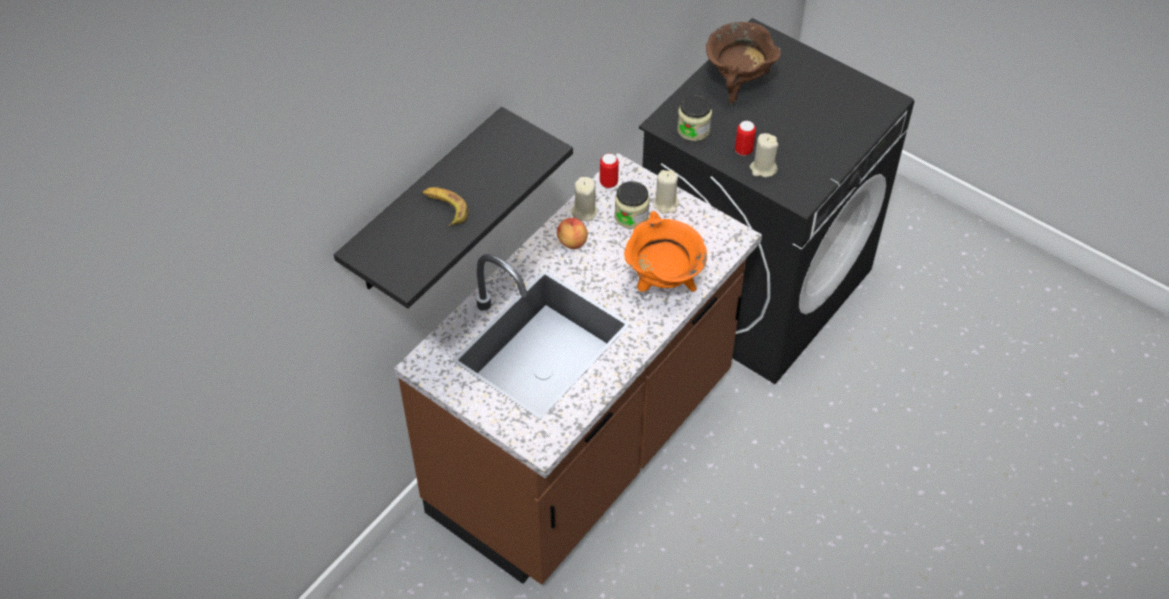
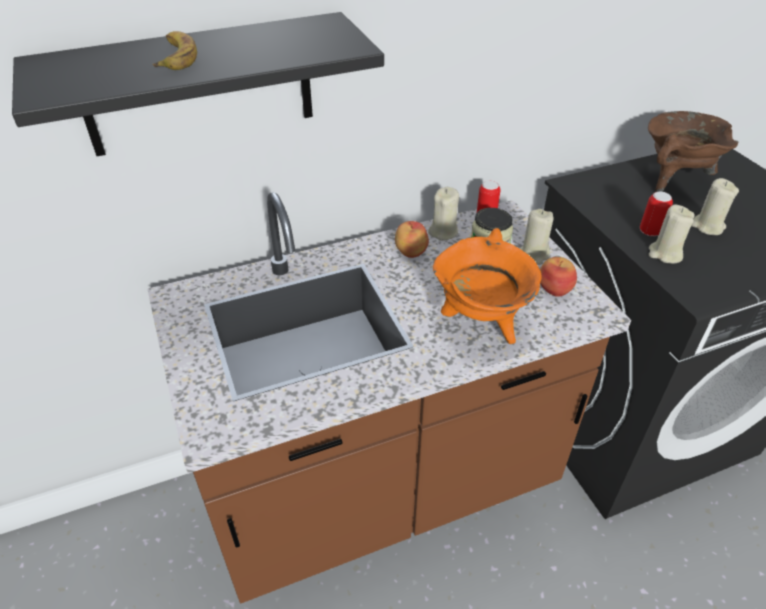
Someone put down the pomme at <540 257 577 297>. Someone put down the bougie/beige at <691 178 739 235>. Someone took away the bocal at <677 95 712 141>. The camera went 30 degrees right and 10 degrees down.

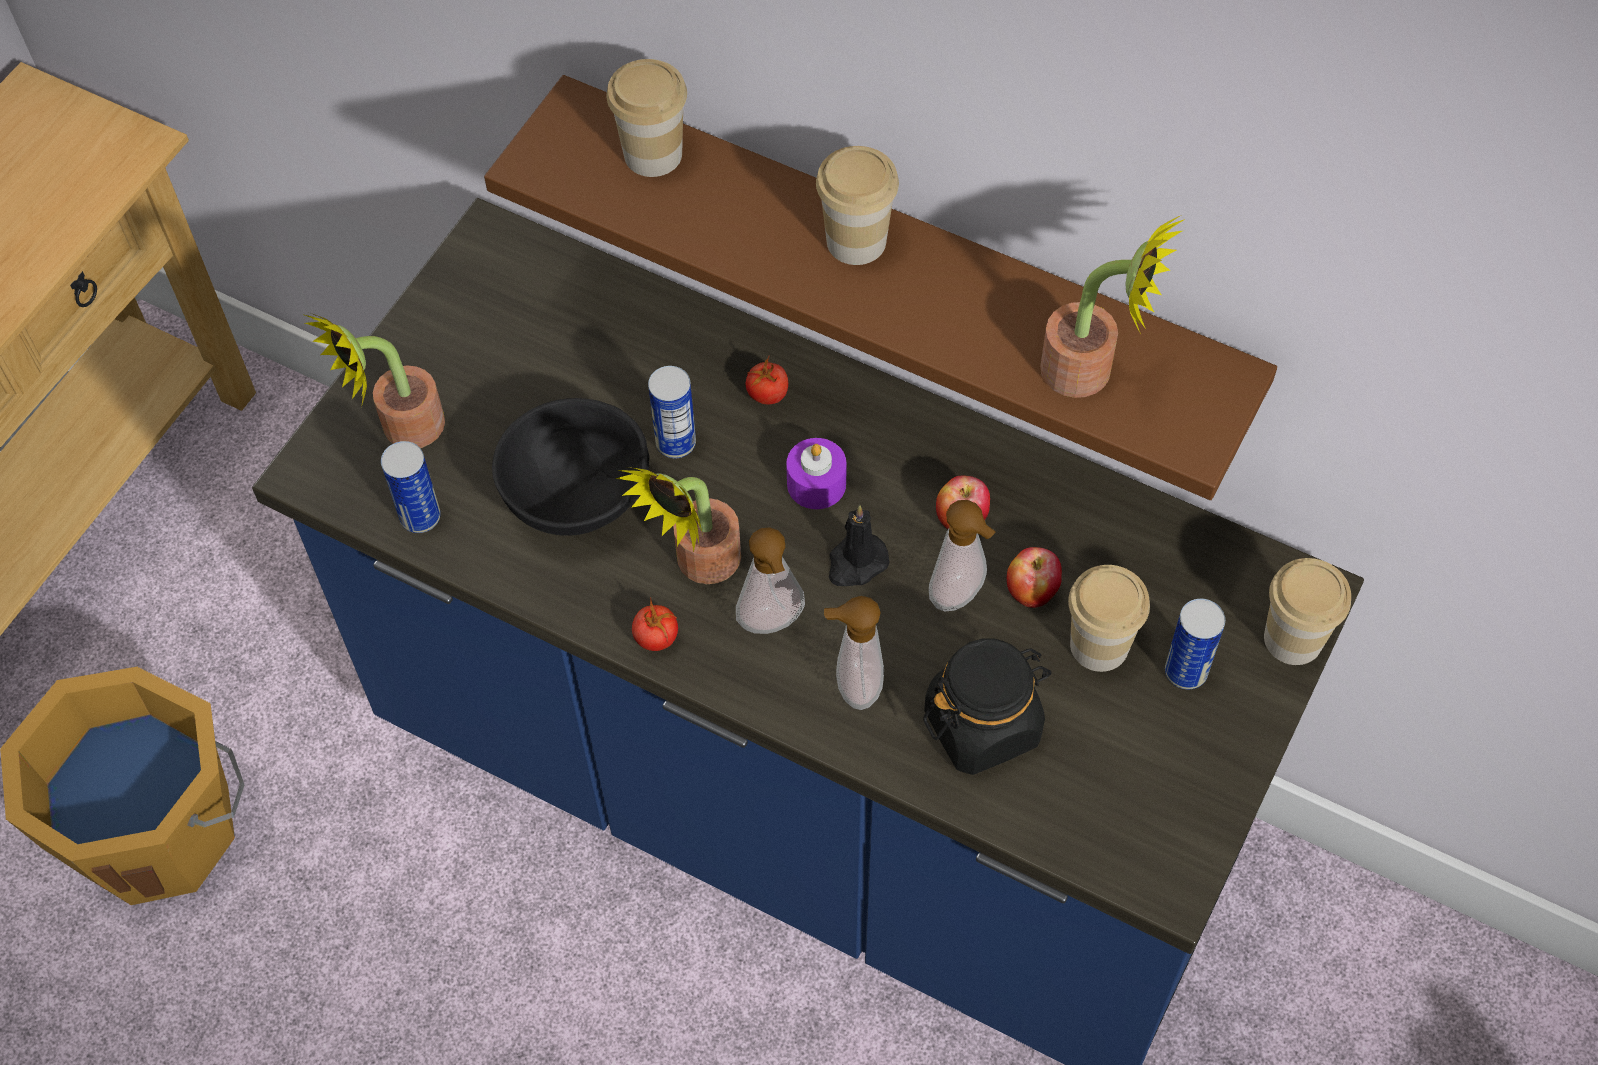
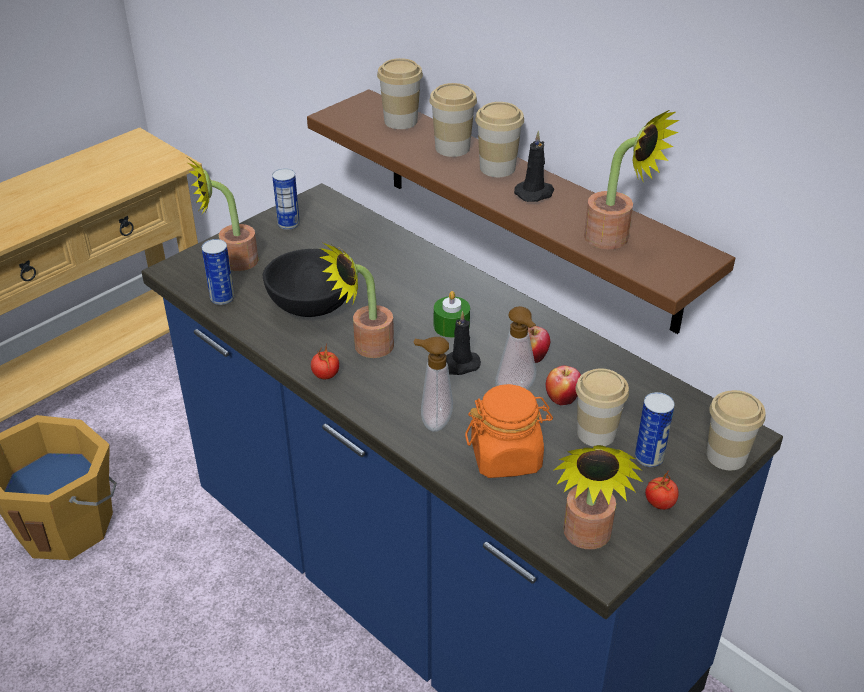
Someone carried the boîte métallique from <648 366 696 458> to <272 169 300 230>. Someone put down the tasse at <429 83 477 157>. Someone repainted the bougie/violet at <786 438 847 509>, which became the bougie/vert at <434 291 470 338>. Someone repainted the bocal/noir at <923 639 1052 775>, which became the bocal/orange at <465 384 553 478>. Someone put down the bougie/noir at <514 131 554 202>. Someone put down the plante en pot at <554 445 644 549>. Someone carried the tomate from <746 357 788 404> to <645 470 679 510>. Someone took away the distributeur de savon at <736 527 805 634>. The camera went 15 degrees right and 20 degrees down.

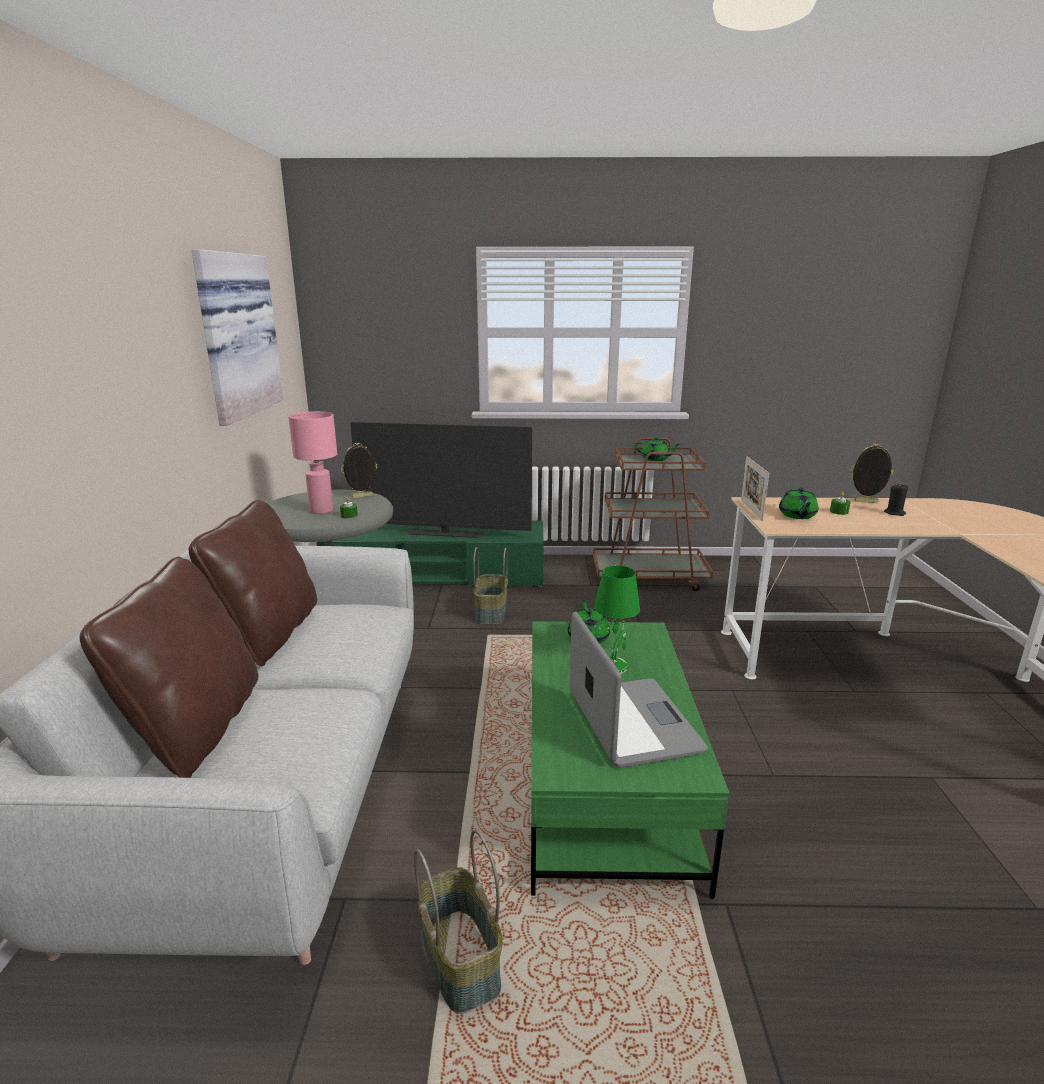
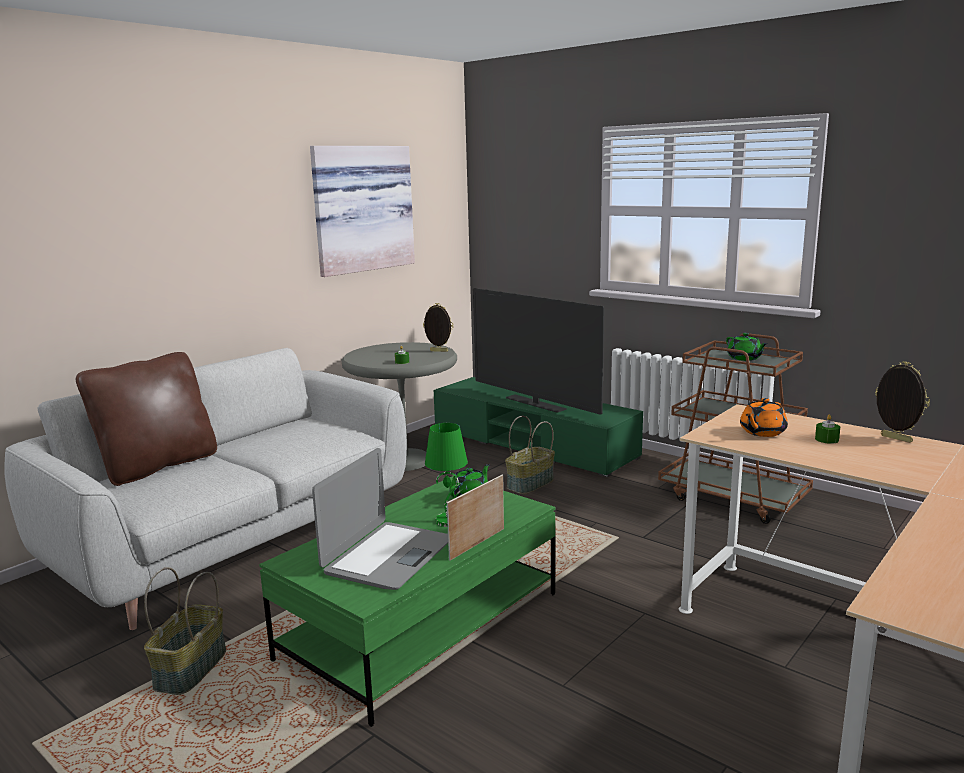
Someone carried the cadre photo from <741 456 769 521> to <447 475 504 561>. Someone repainted the théière/vert at <779 487 818 519>, which became the théière/orange at <740 398 788 437>. Someone took away the coussin/marron at <189 500 317 666>. Someone took away the lampe de table/rose at <288 411 337 514>. Someone took away the bougie/noir at <884 483 908 516>. The camera went 40 degrees right and 5 degrees down.

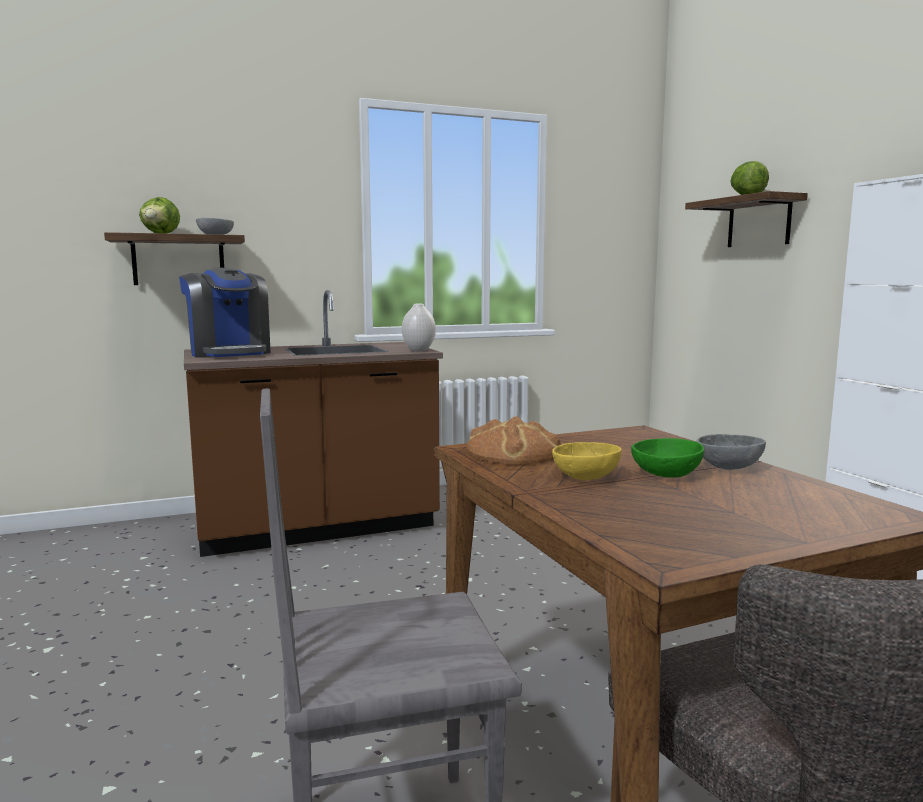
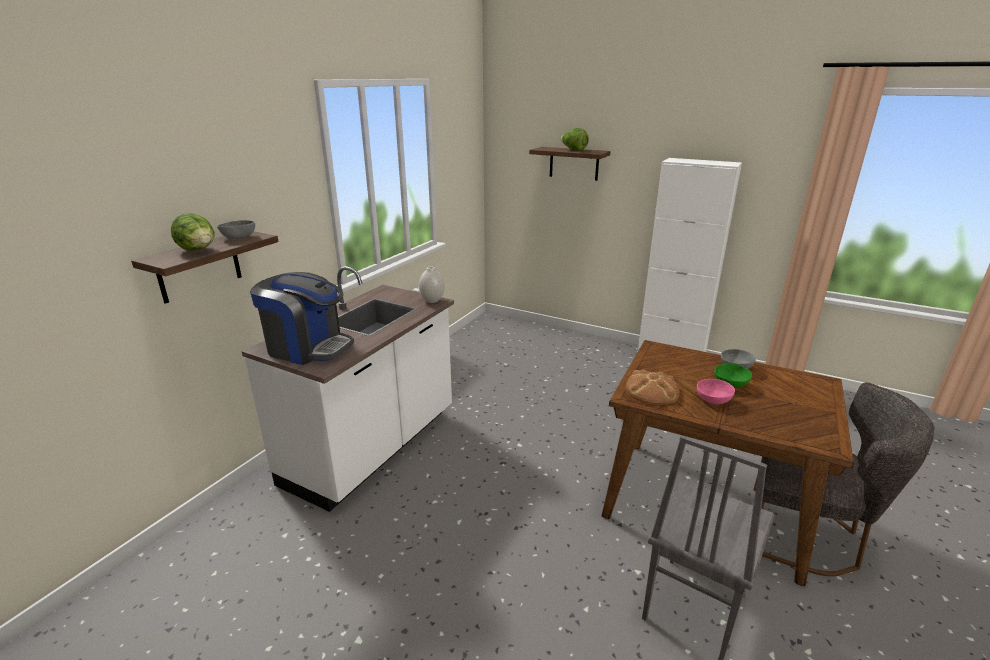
Someone repainted the comptoir de cuisine/marron at <184 290 443 557>, which became the comptoir de cuisine/blanc at <242 266 454 512>. Someone repainted the bol/jaune at <552 442 622 480>, which became the bol/rose at <697 379 735 405>. The camera went 40 degrees left and 15 degrees up.

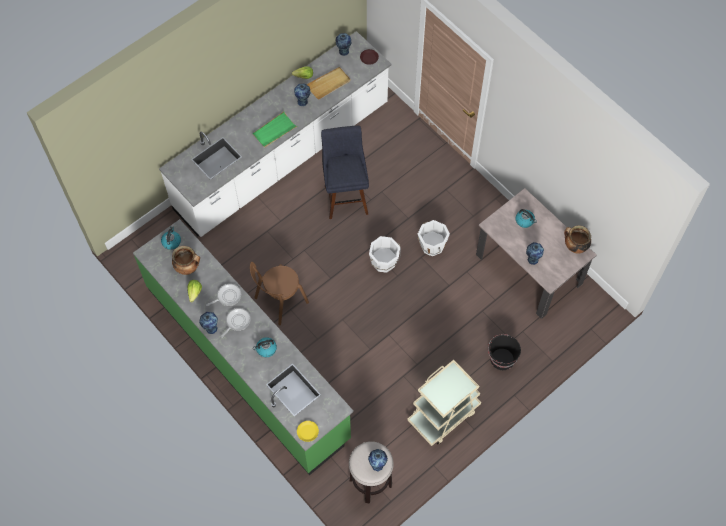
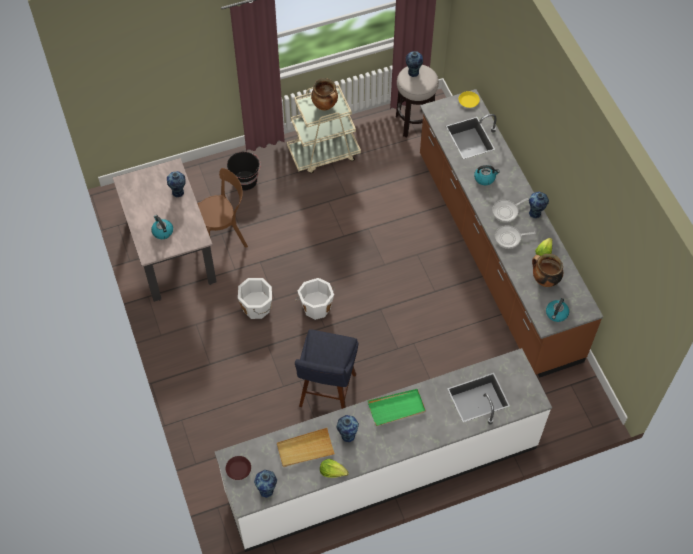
Someone carried the chaise/marron from <250 262 309 326> to <197 168 248 248>. Someone carried the marmite from <564 225 591 254> to <311 78 338 111>. Someone repainted the comptoir de cuisine/vert at <133 219 354 475>, which became the comptoir de cuisine/marron at <420 89 603 377>. The camera went 160 degrees left and 5 degrees down.

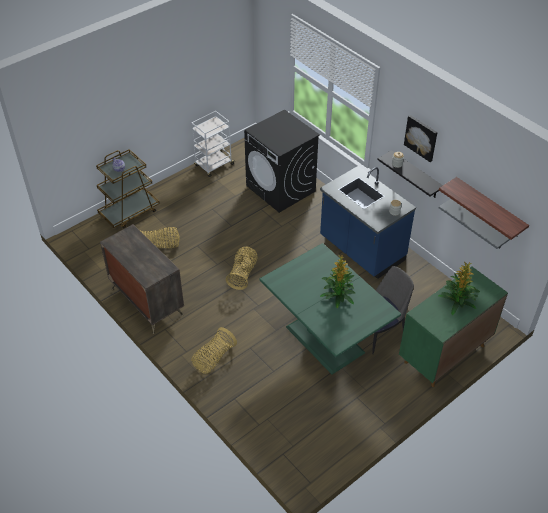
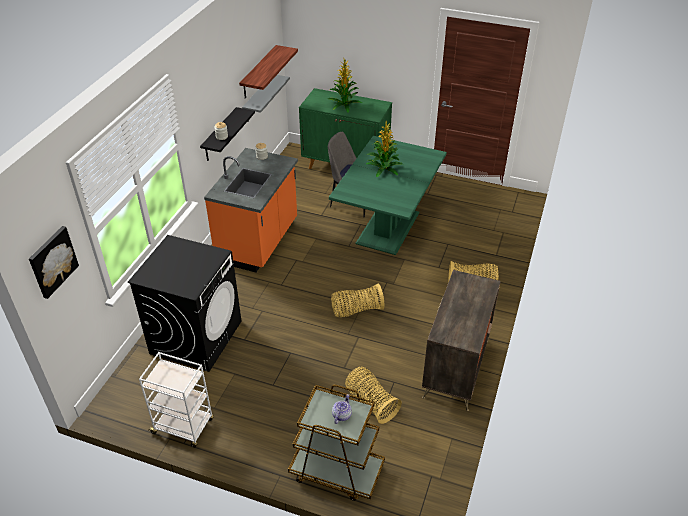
Someone carried the tableau from <404 115 438 162> to <29 226 79 299>. Someone repainted the comptoir de cuisine/bleu at <320 166 416 279>, which became the comptoir de cuisine/orange at <204 148 298 273>. The camera went 120 degrees left and 5 degrees down.

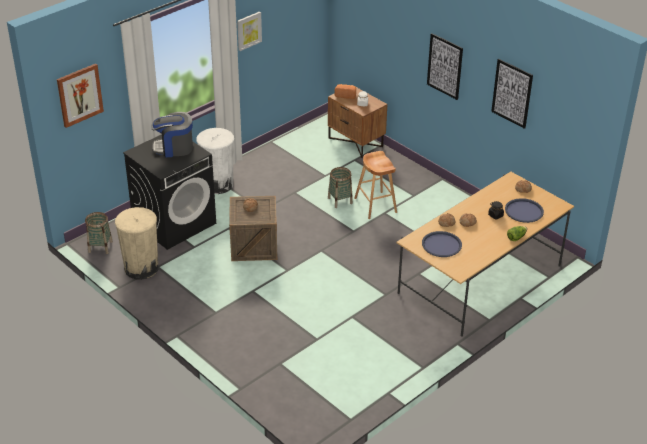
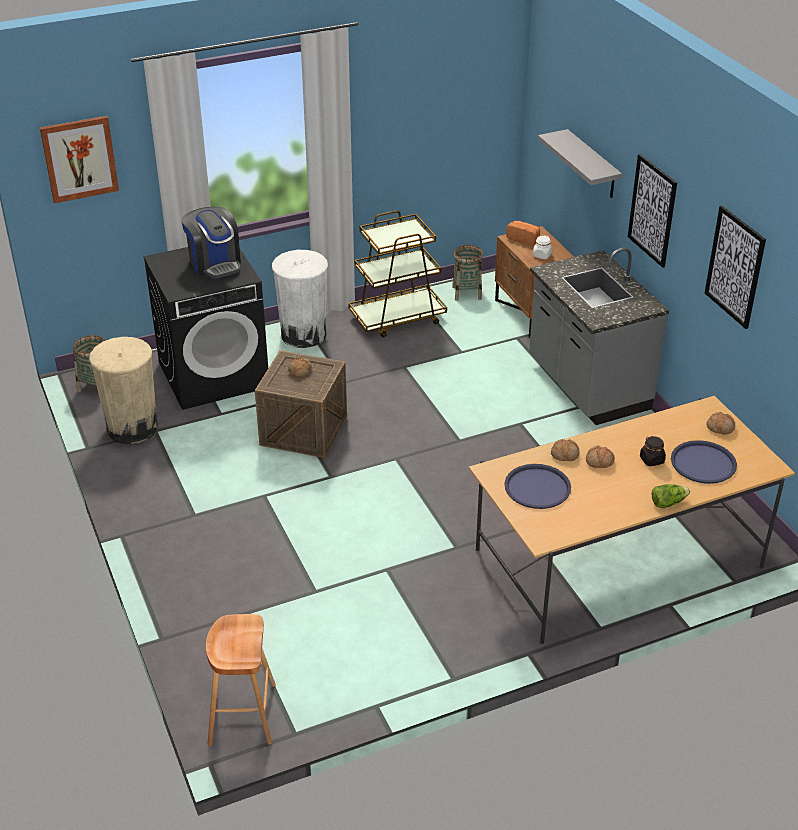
Someone rotated the machine à café at <151 112 193 157> by 135 degrees counterclockwise. Someone carried the tabouret/marron from <354 151 397 219> to <206 614 276 746>. Someone put down the chariot/marron at <348 211 447 338>. Someone carried the panier from <328 167 353 208> to <452 245 483 301>. Someone put down the comptoir de cuisine/gris at <529 248 669 425>. Someone put up the étagère/gris at <538 129 622 198>. Someone took away the tableau at <237 11 262 51>. The camera went 20 degrees right and 0 degrees up.

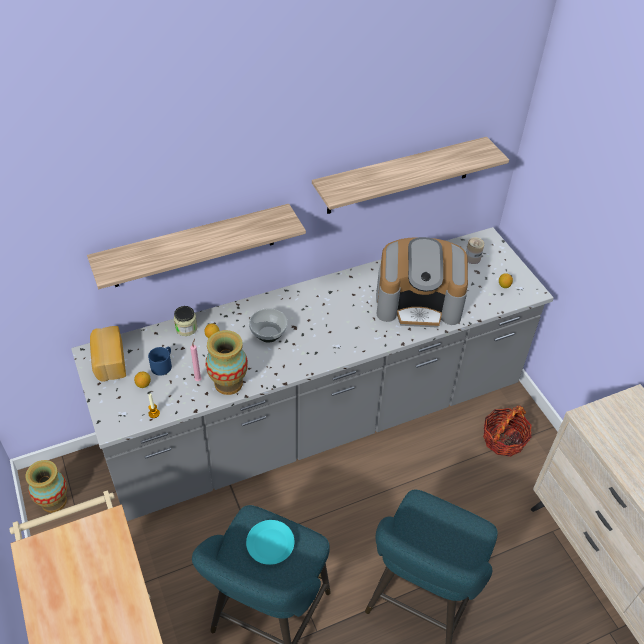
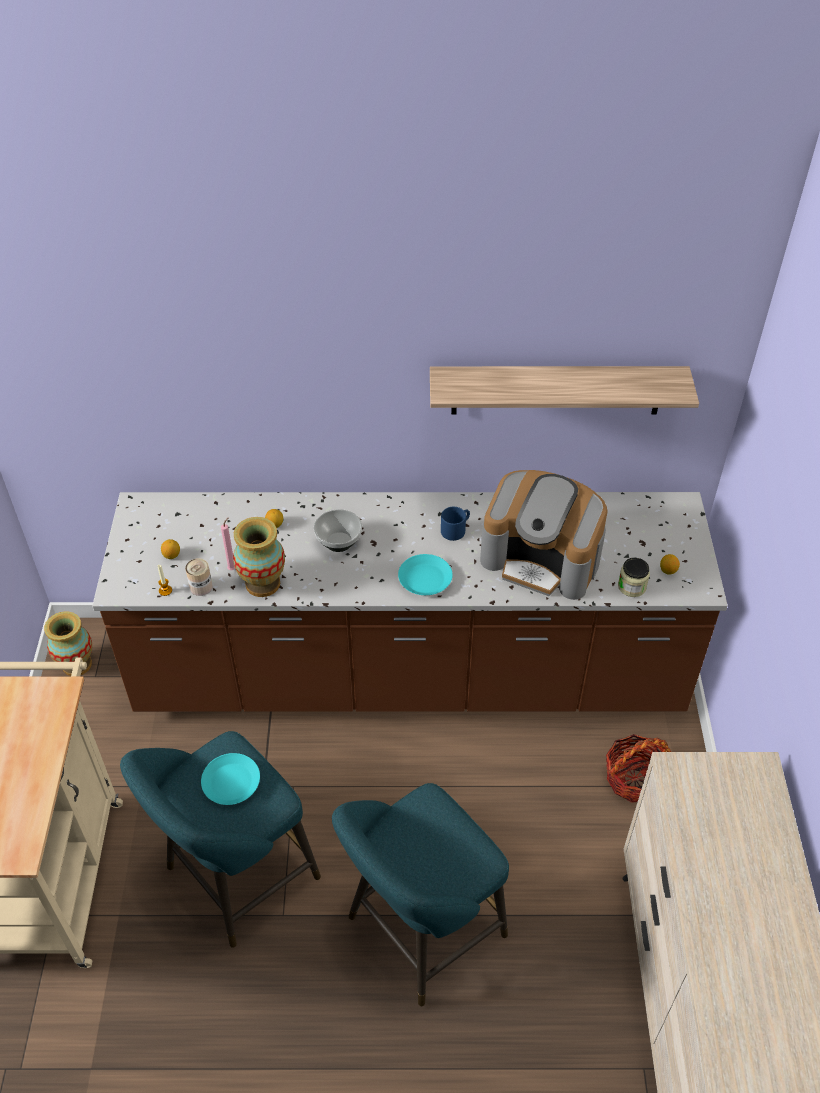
Someone repainted the comptoir de cuisine/gris at <71 227 554 521>, which became the comptoir de cuisine/marron at <92 492 728 712>. Someone carried the boîte métallique from <466 237 484 264> to <185 558 213 596>. Someone put down the assiette/turquoise at <398 554 453 595>. Someone carried the mug/bleu from <148 347 172 376> to <441 507 470 541>. Someone carried the bocal from <174 306 197 336> to <618 558 650 597>. Someone took away the étagère at <87 204 306 289>. Someone took away the pain at <90 326 126 382>. The camera went 25 degrees right and 0 degrees up.

